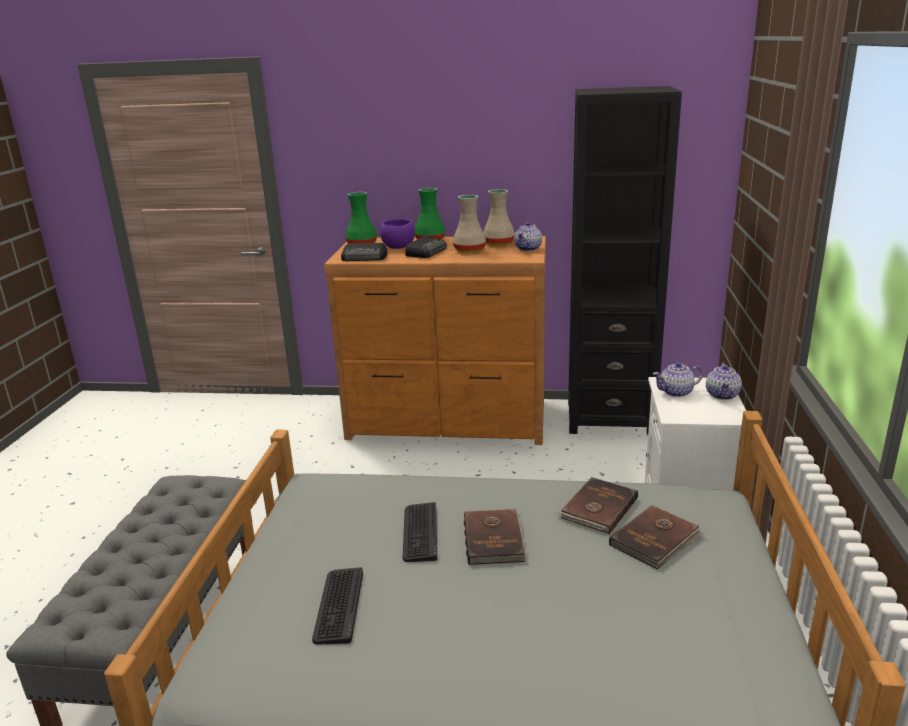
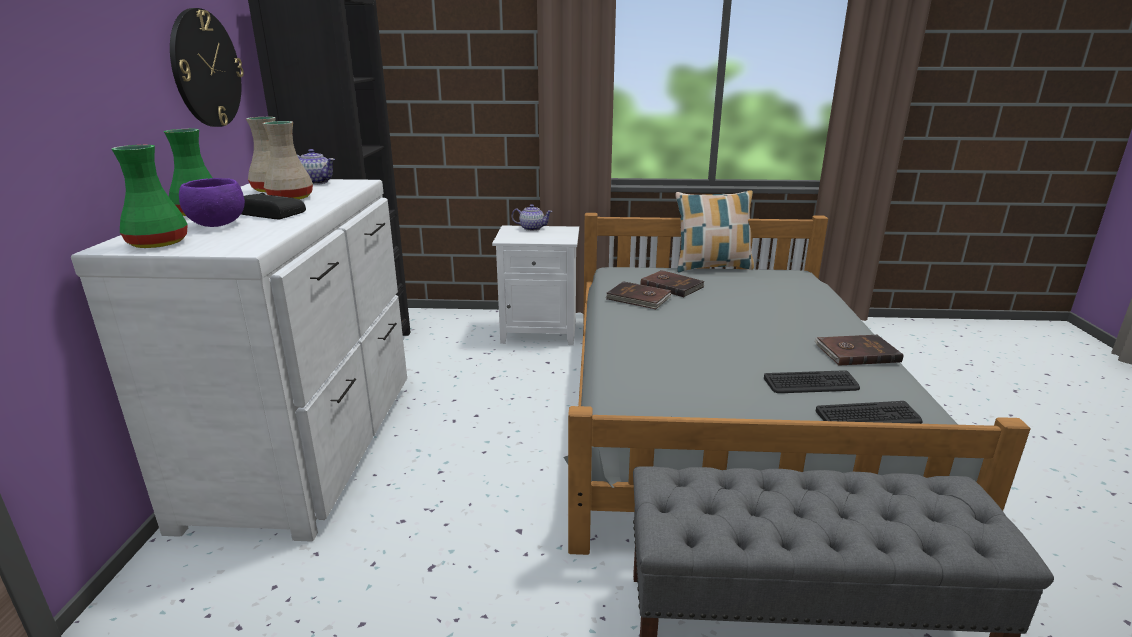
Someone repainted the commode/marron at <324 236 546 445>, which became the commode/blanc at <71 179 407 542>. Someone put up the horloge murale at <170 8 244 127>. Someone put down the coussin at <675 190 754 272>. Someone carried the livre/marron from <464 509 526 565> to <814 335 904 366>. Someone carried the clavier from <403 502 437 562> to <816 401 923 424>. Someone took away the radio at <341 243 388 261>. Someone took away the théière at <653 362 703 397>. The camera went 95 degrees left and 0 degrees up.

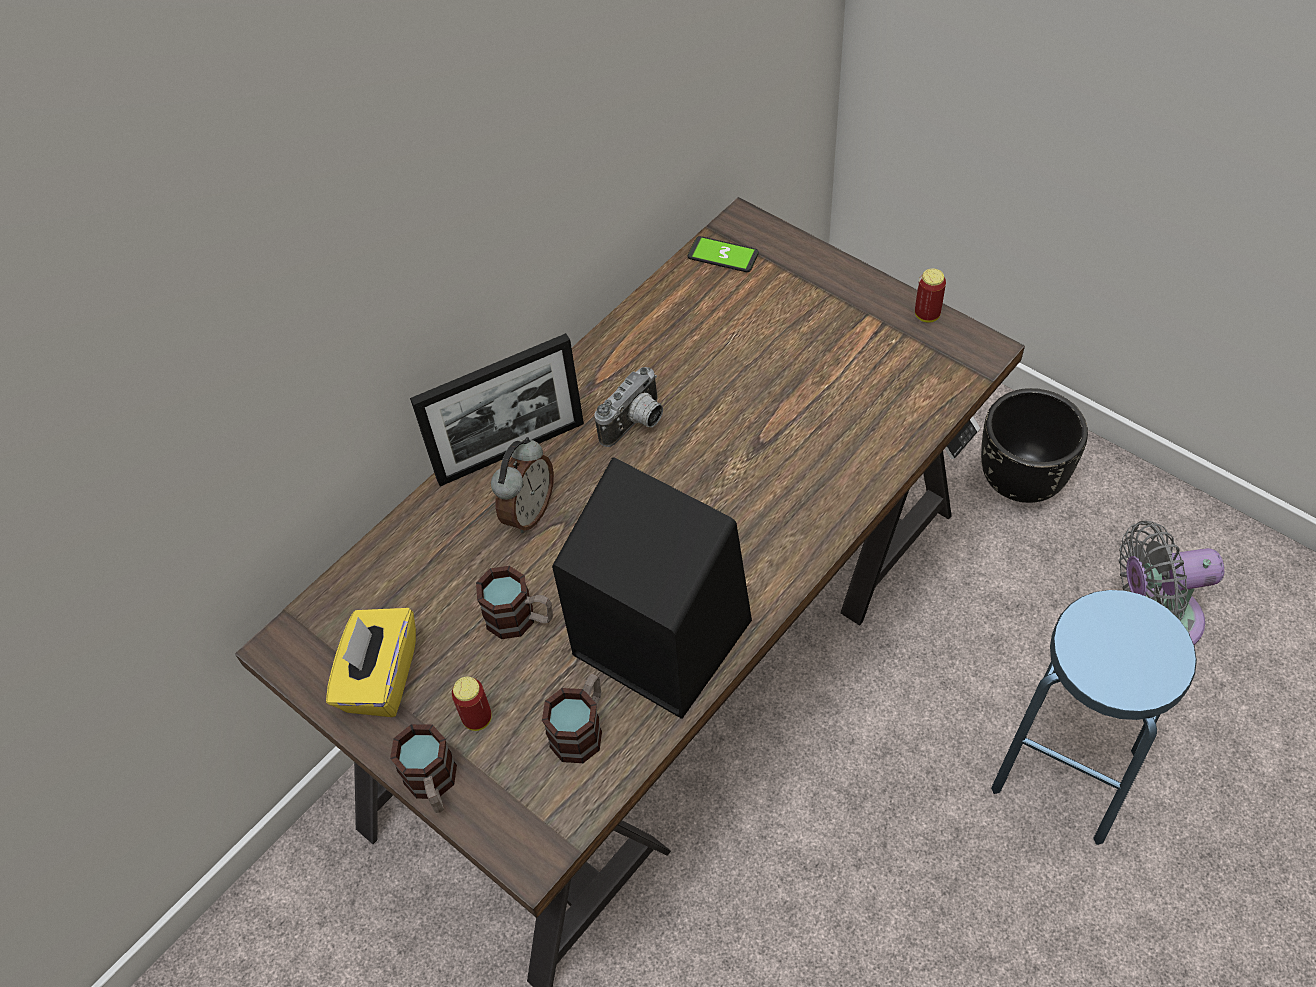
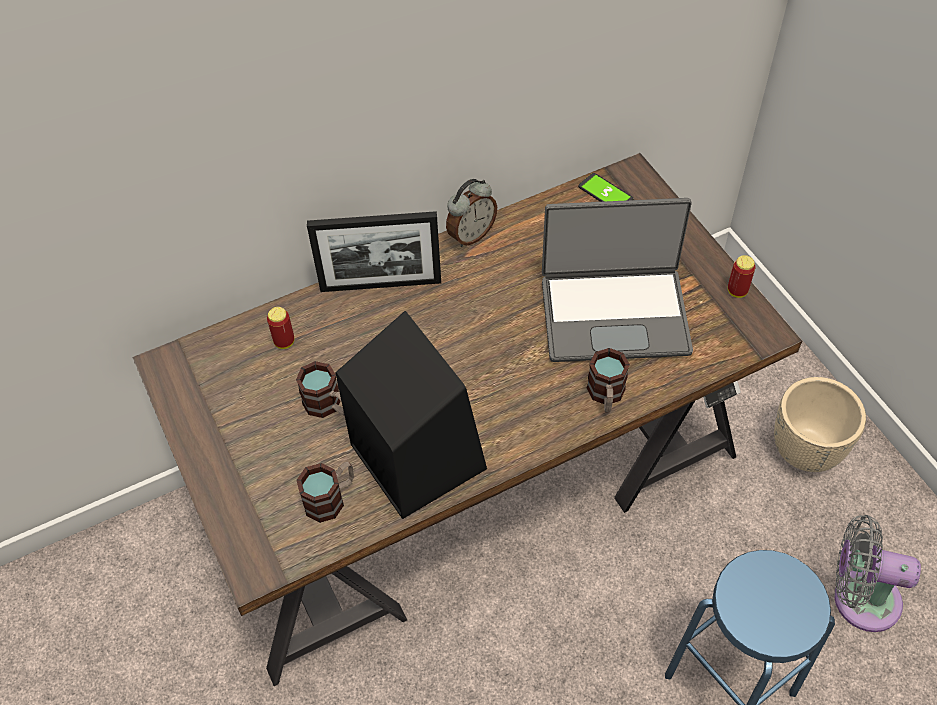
Someone carried the boîte métallique from <452 677 492 731> to <267 307 295 349>. Someone carried the réveil from <491 437 554 533> to <446 179 497 247>. Someone put down the ordinateur portable at <542 198 693 362>. Someone carried the mug from <390 724 457 813> to <587 348 630 413>. Someone repainted the cache-pot/noir at <981 388 1088 503>, which became the cache-pot/beige at <774 377 866 472>. Someone took away the boîte à mouchoirs/jaune at <326 608 416 717>. Someone took away the appareil photo at <594 367 663 447>. The camera went 20 degrees right and 0 degrees up.

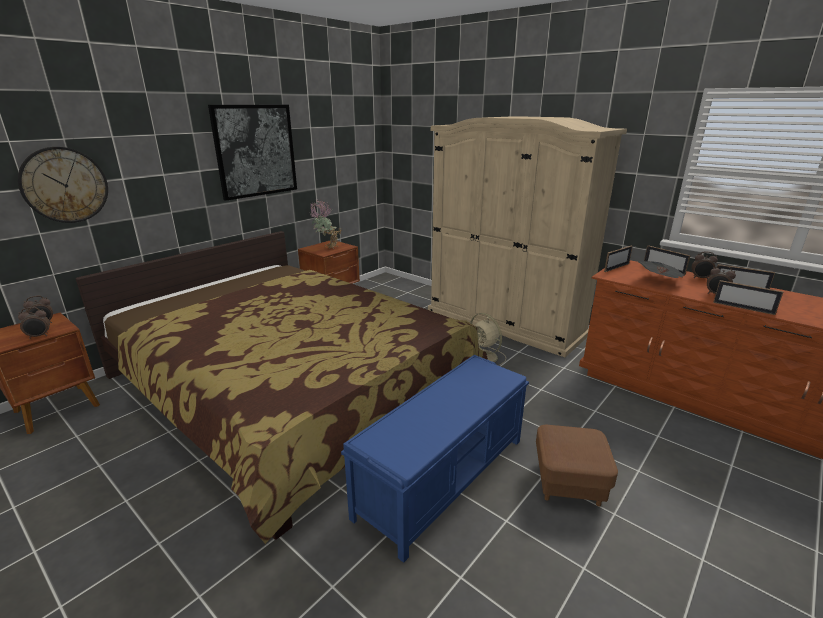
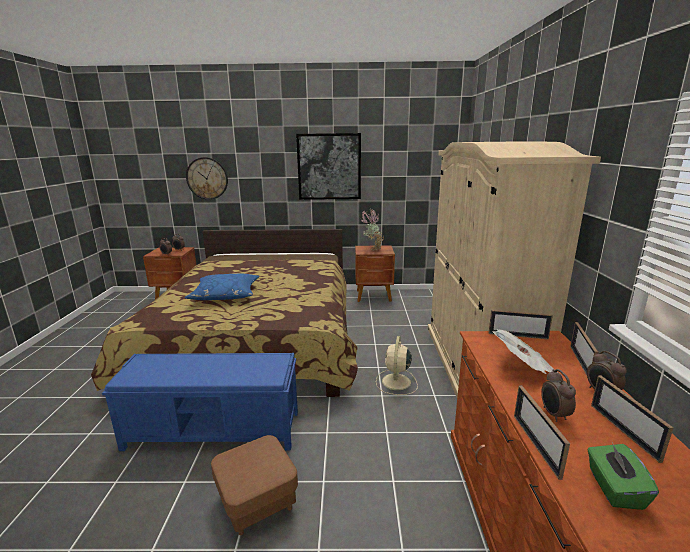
Someone put down the coussin/bleu at <185 274 259 300>. Someone put down the boîte à mouchoirs/vert at <587 442 659 510>. The camera went 50 degrees right and 5 degrees down.

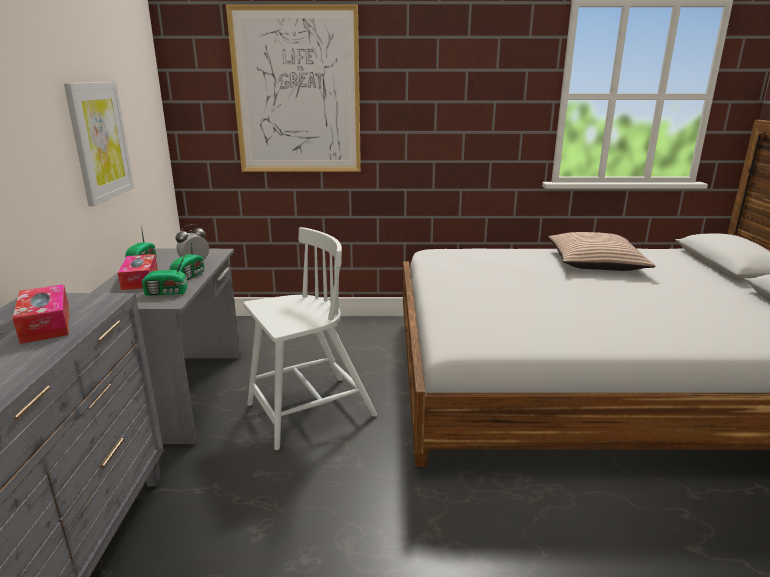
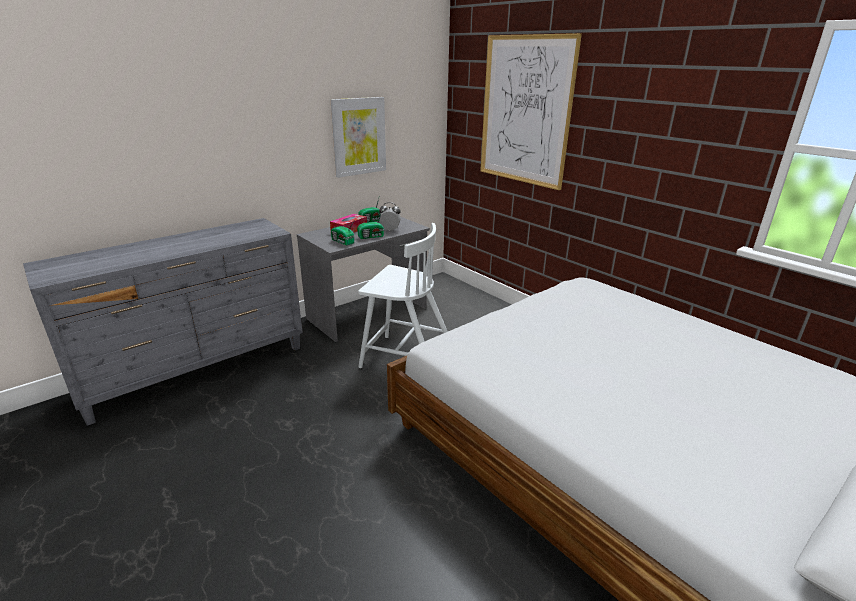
Someone took away the boîte à mouchoirs at <13 284 69 344>. Someone took away the coussin at <548 232 655 271>. The camera went 50 degrees right and 5 degrees up.

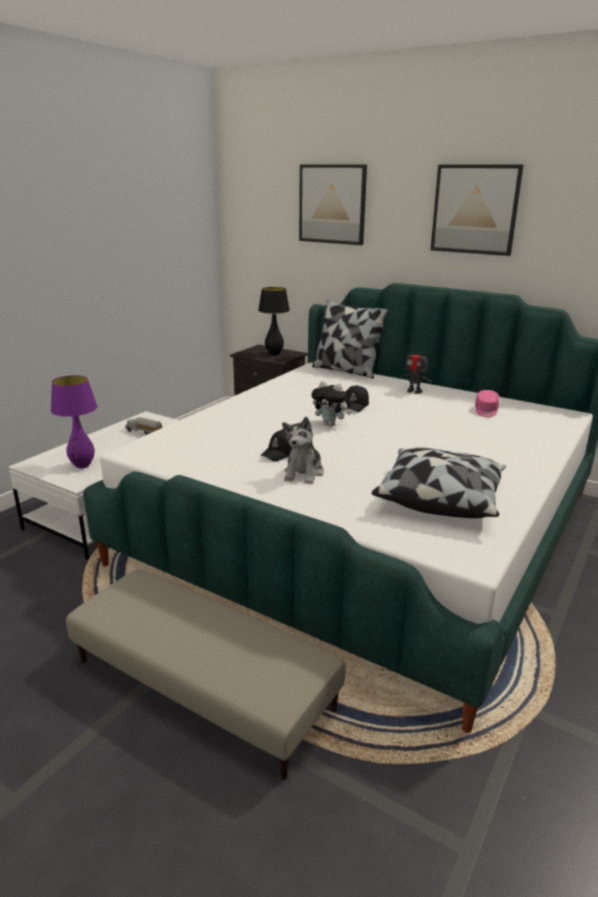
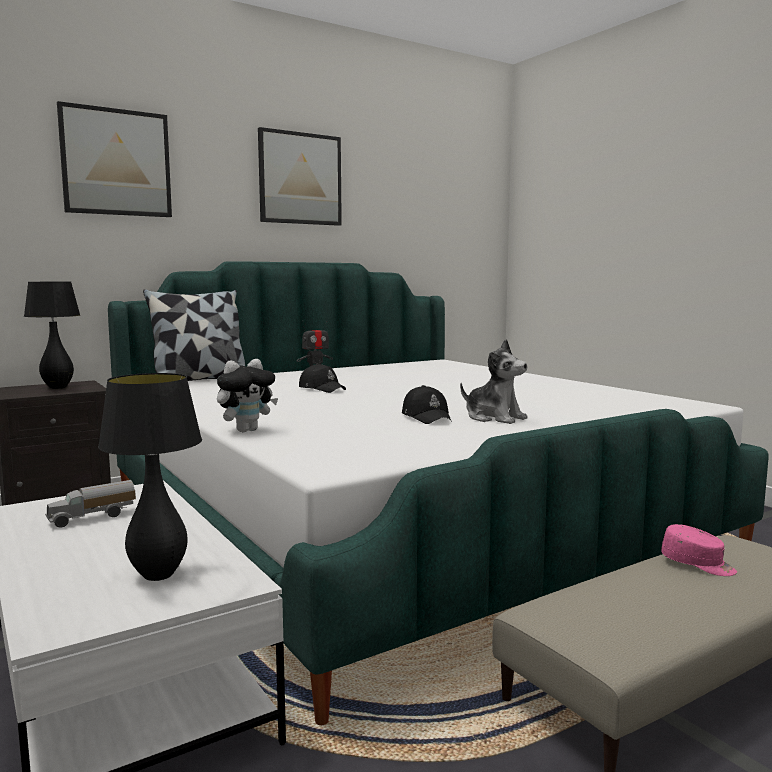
Someone repainted the lampe de table/violet at <51 375 97 468>, which became the lampe de table/noir at <98 373 202 581>. Someone carried the peluche from <311 381 351 426> to <217 359 278 432>. Someone carried the casquette/rose from <475 390 499 417> to <661 524 737 576>. Someone took away the coussin at <372 448 506 518>. The camera went 65 degrees left and 15 degrees down.

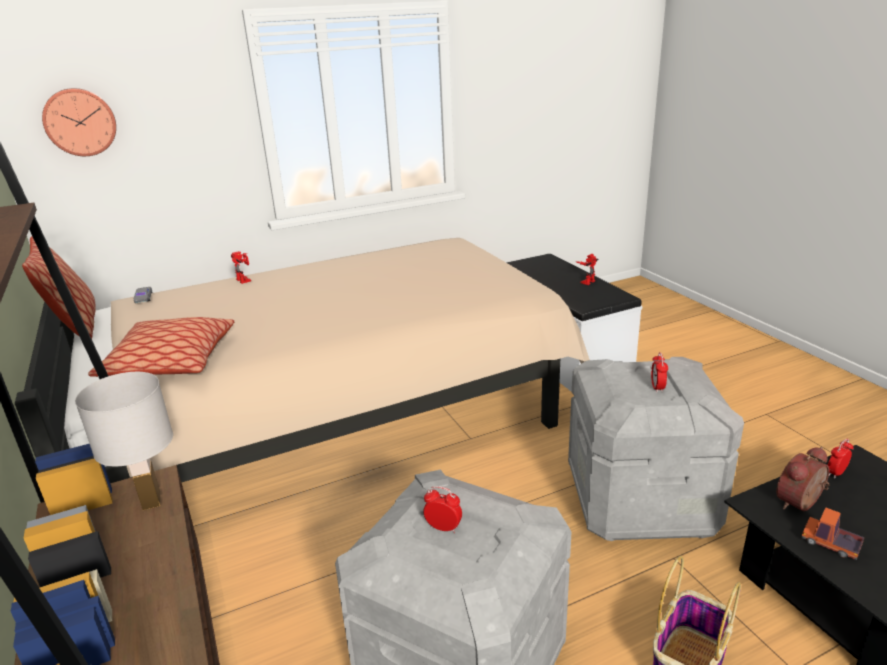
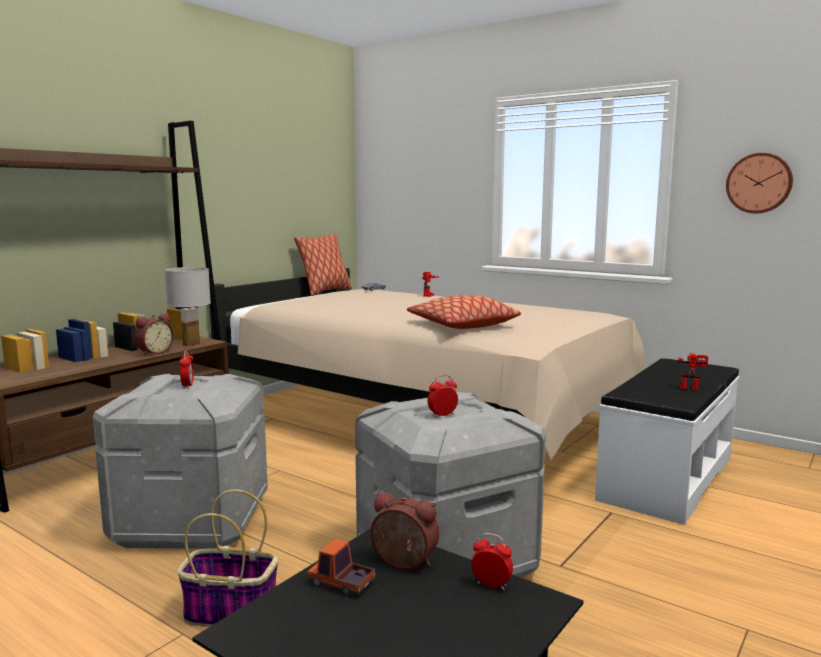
Someone put down the réveil at <134 313 174 356>. Someone rotated the camion jouet at <801 507 865 560> by 75 degrees counterclockwise. Someone carried the coussin from <88 317 234 377> to <407 295 521 329>. Someone carried the horloge murale from <42 88 116 156> to <726 153 793 213>. The camera went 60 degrees right and 15 degrees down.

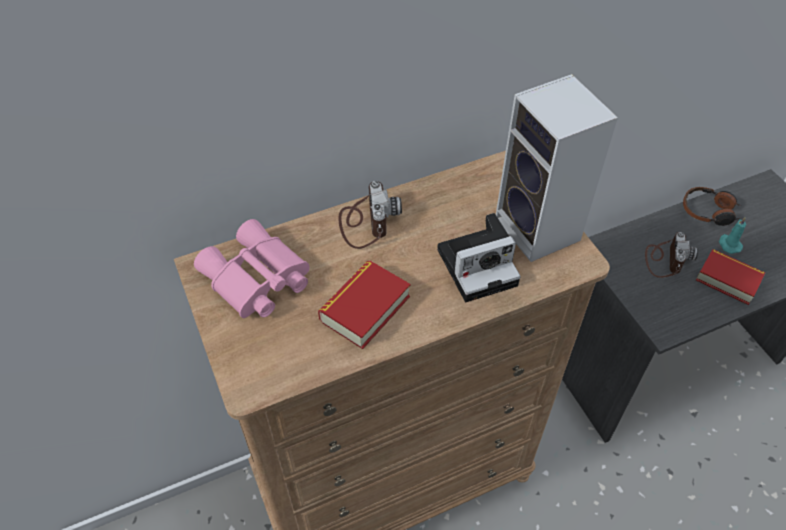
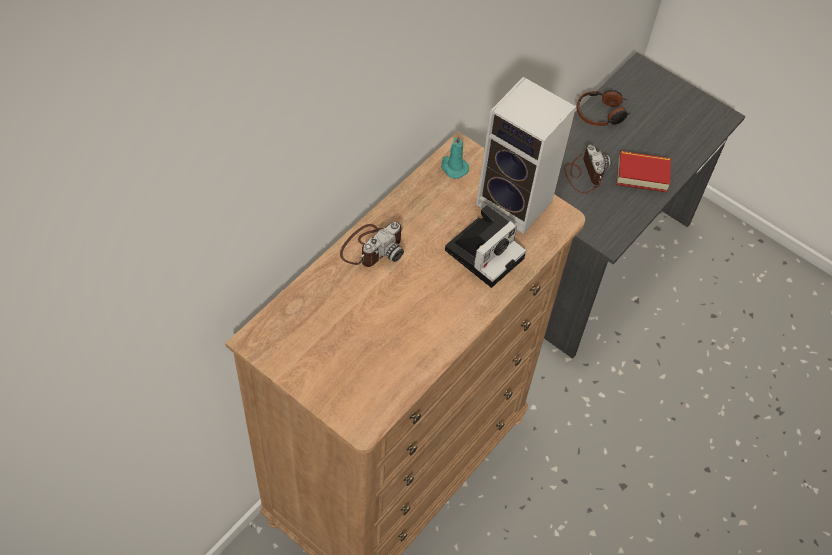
Someone rotated the appareil photo at <338 181 402 249> by 75 degrees clockwise. Someone carried the bougie/turquoise from <719 218 746 254> to <441 135 469 179>. Someone took away the jumelles/rose at <194 219 310 318>. Someone took away the livre at <318 261 410 349>. The camera went 30 degrees left and 5 degrees up.

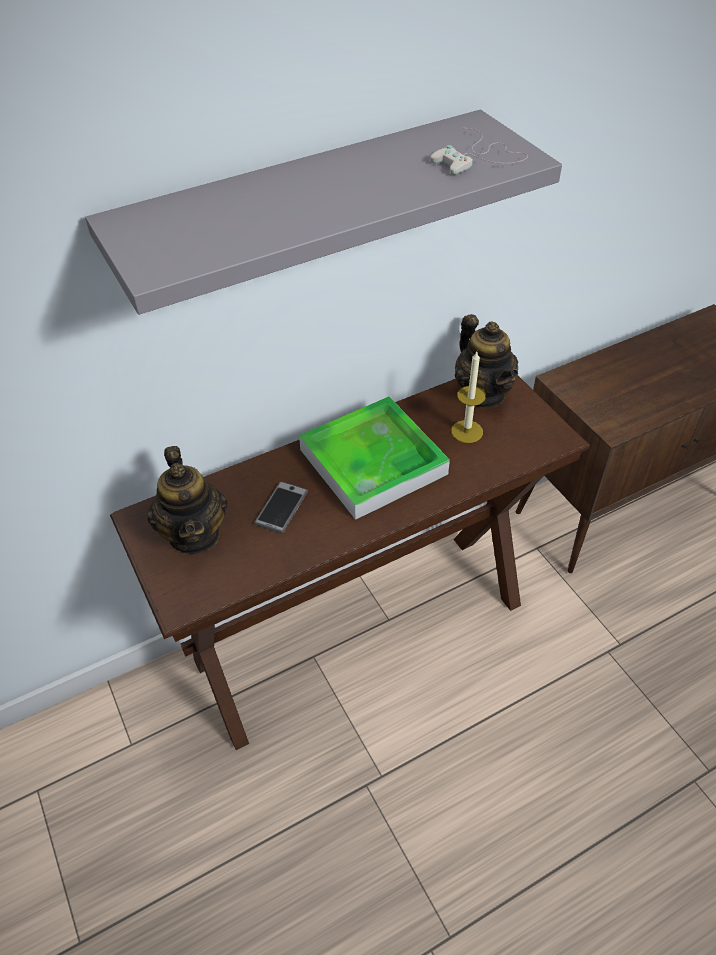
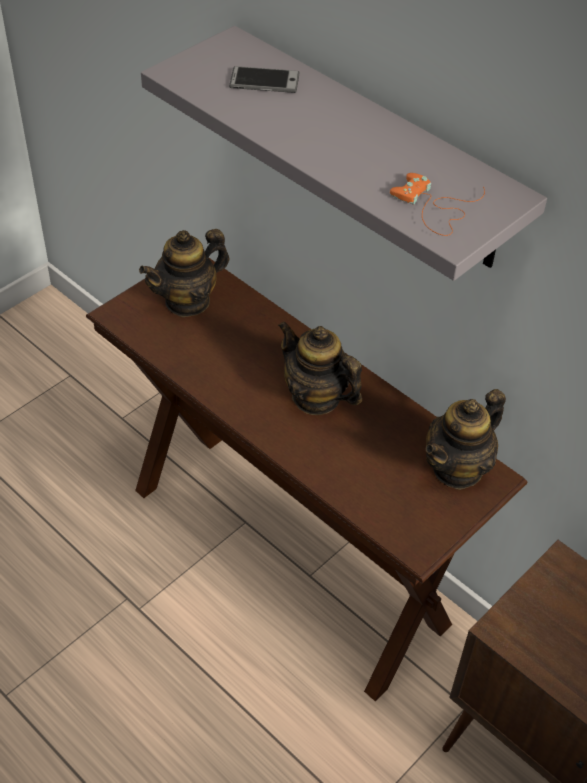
Someone carried the téléphone from <254 481 308 533> to <229 66 300 93>. Someone swapped the plateau at <299 396 450 520> for the théière at <278 321 362 415>. Someone repainted the manette/blanc at <430 128 528 175>, which became the manette/orange at <390 173 485 236>. Someone took away the bougie at <451 352 486 443>. The camera went 70 degrees right and 0 degrees up.

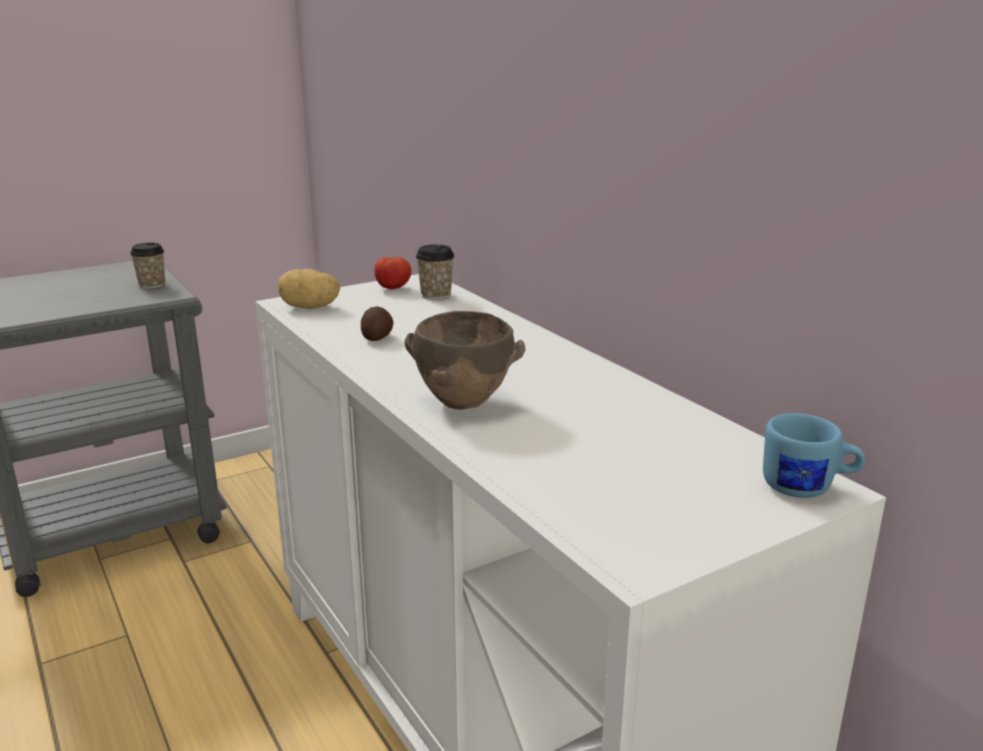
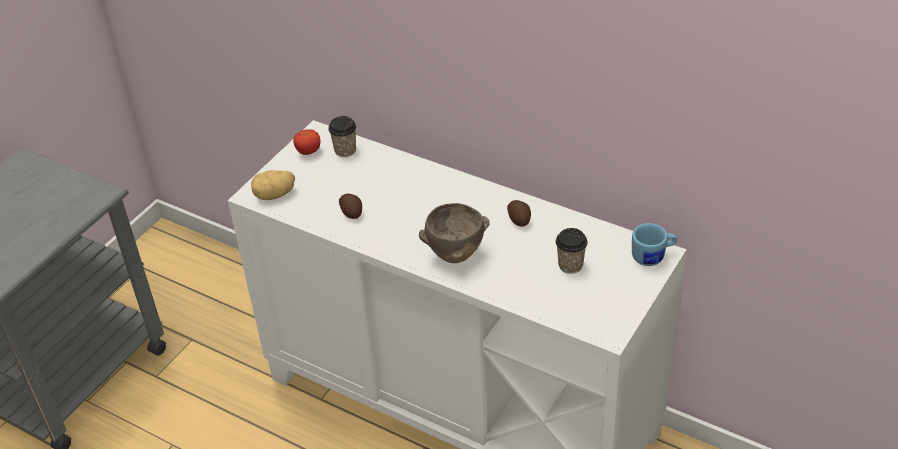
Someone put down the pomme de terre at <507 200 531 227>. Someone carried the tasse from <130 243 165 289> to <556 228 588 274>. The camera went 25 degrees left and 20 degrees up.

